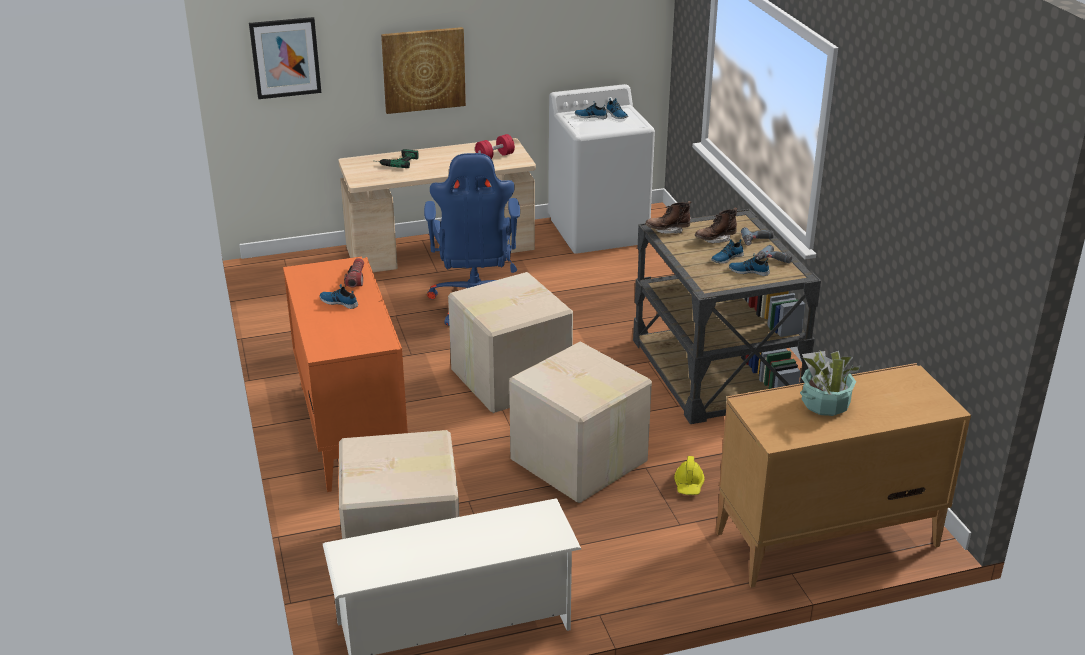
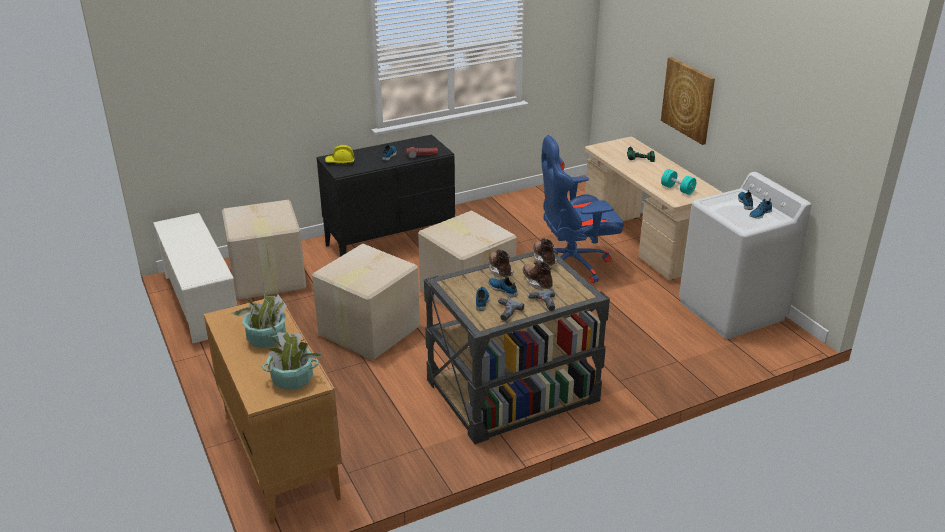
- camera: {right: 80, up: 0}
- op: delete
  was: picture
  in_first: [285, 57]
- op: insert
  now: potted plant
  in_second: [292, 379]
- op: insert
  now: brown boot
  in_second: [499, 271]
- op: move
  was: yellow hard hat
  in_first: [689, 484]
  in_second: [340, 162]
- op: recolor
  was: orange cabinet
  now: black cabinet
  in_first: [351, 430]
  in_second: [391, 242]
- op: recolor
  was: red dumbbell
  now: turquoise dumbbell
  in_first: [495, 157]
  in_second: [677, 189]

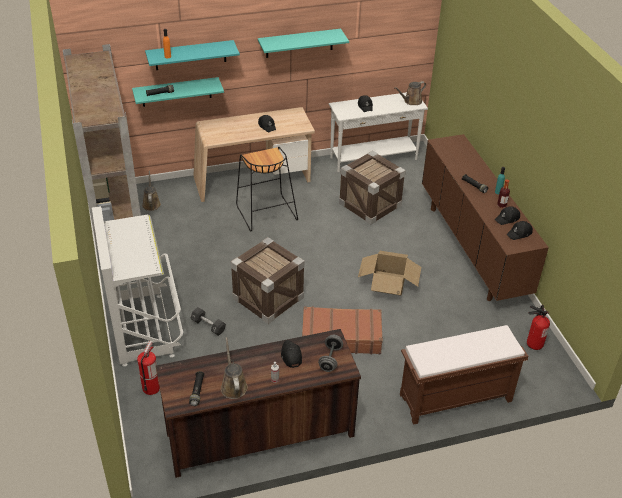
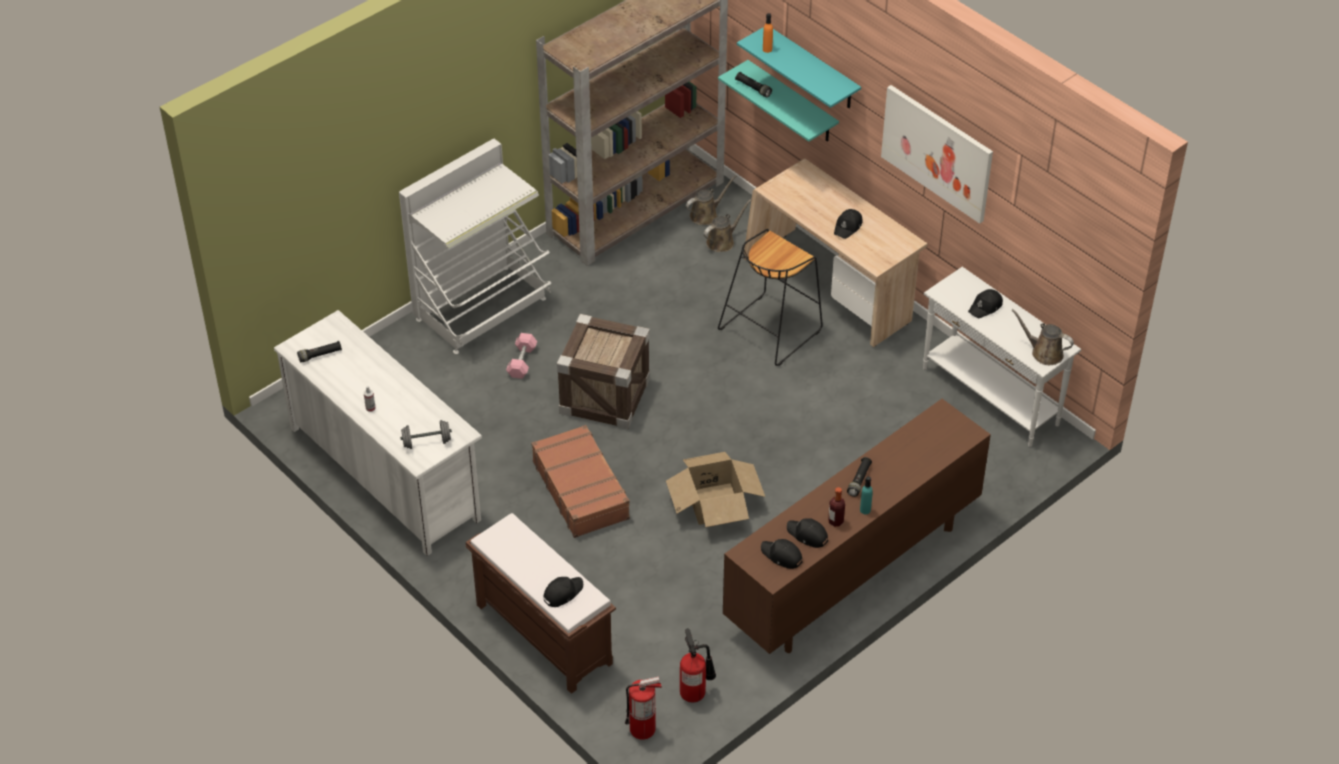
- camera: {right: 65, up: 5}
- op: delete
  was: crate
  in_first: [370, 205]
- op: move
  was: fire extinguisher
  in_first: [151, 387]
  in_second: [643, 729]
- op: move
  was: brown watering can
  in_first: [233, 385]
  in_second: [722, 241]
- op: move
  was: black cap
  in_first: [291, 355]
  in_second: [562, 593]
- op: replace
  was: turquoise shelf
  now: picture
  in_first: [299, 43]
  in_second: [937, 152]
- op: recolor
  was: brown dresser
  now: white dresser
  in_first: [259, 433]
  in_second: [385, 472]
- op: recolor
  was: black dumbbell
  now: pink dumbbell
  in_first: [208, 326]
  in_second: [522, 362]

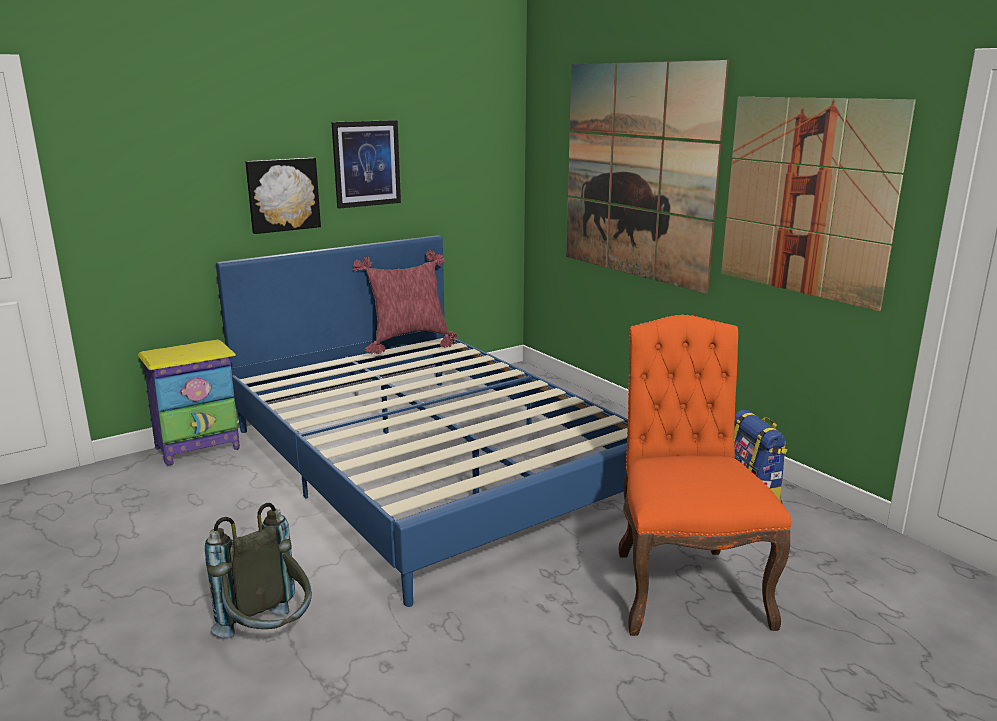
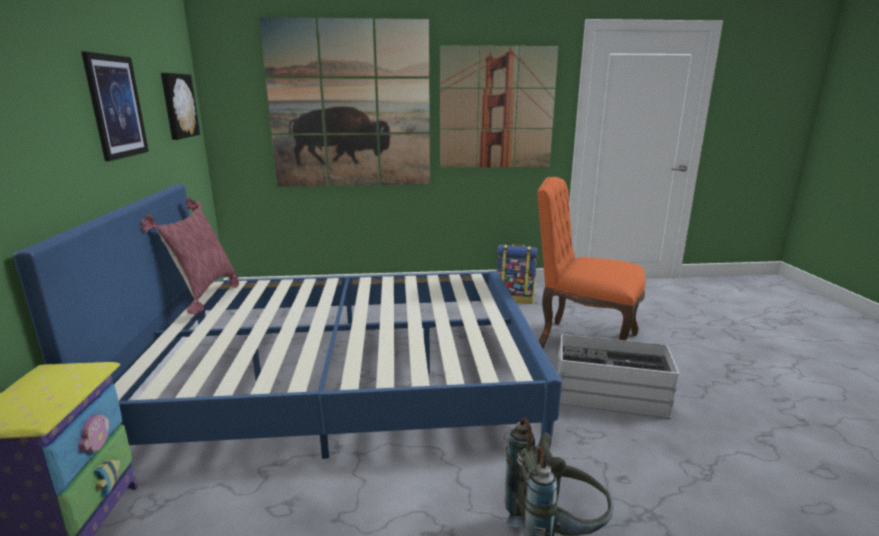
- camera: {right: -60, up: 0}
- op: insert
  now: grey storage box
  in_second: [610, 395]
- op: move
  was: picture
  in_first: [283, 194]
  in_second: [178, 106]

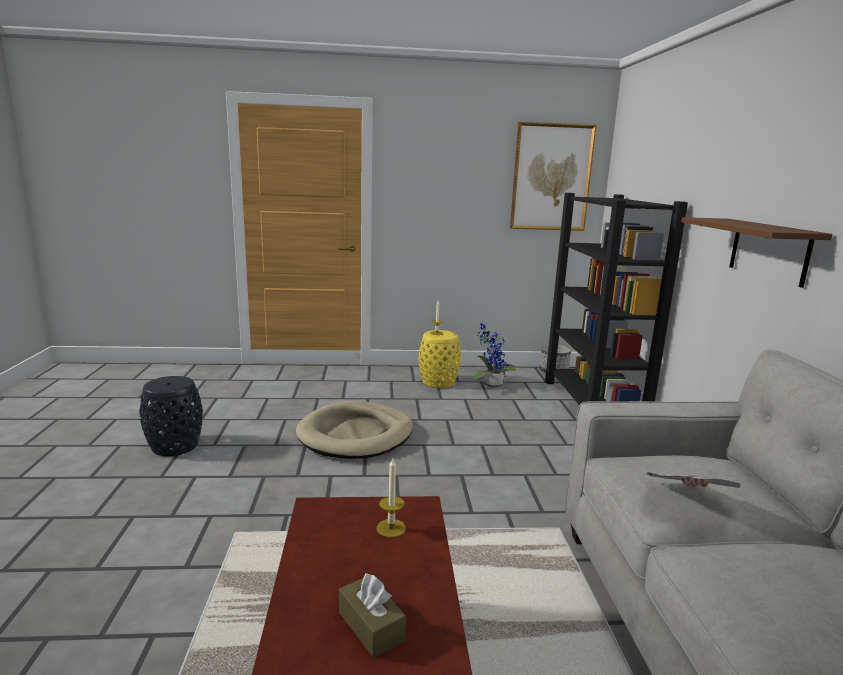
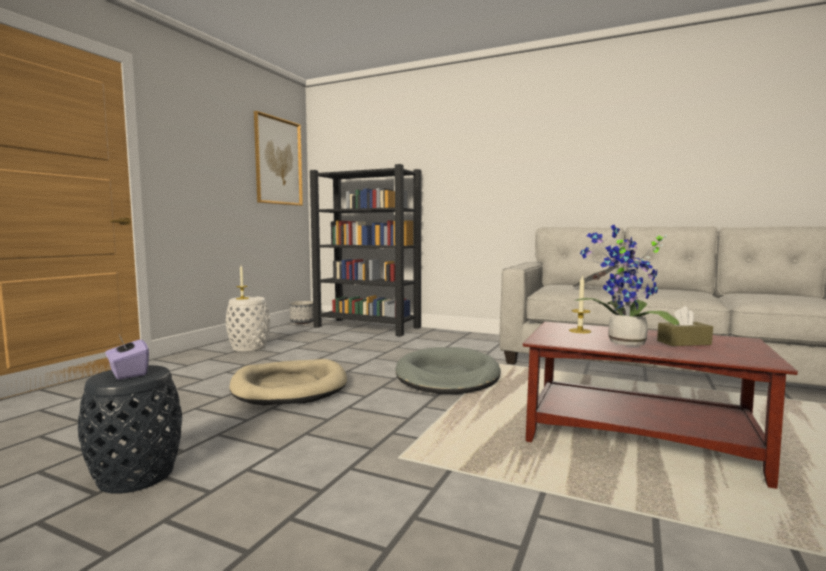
- camera: {right: -60, up: -10}
- op: delete
  was: brown shelf
  in_first: [769, 251]
- op: insert
  now: purple tissue box
  in_second: [128, 373]
- op: insert
  now: grey dog bed
  in_second: [447, 376]
- op: move
  was: potted plant
  in_first: [490, 385]
  in_second: [623, 343]
- op: recolor
  was: yellow stool
  now: white stool
  in_first: [438, 382]
  in_second: [249, 347]

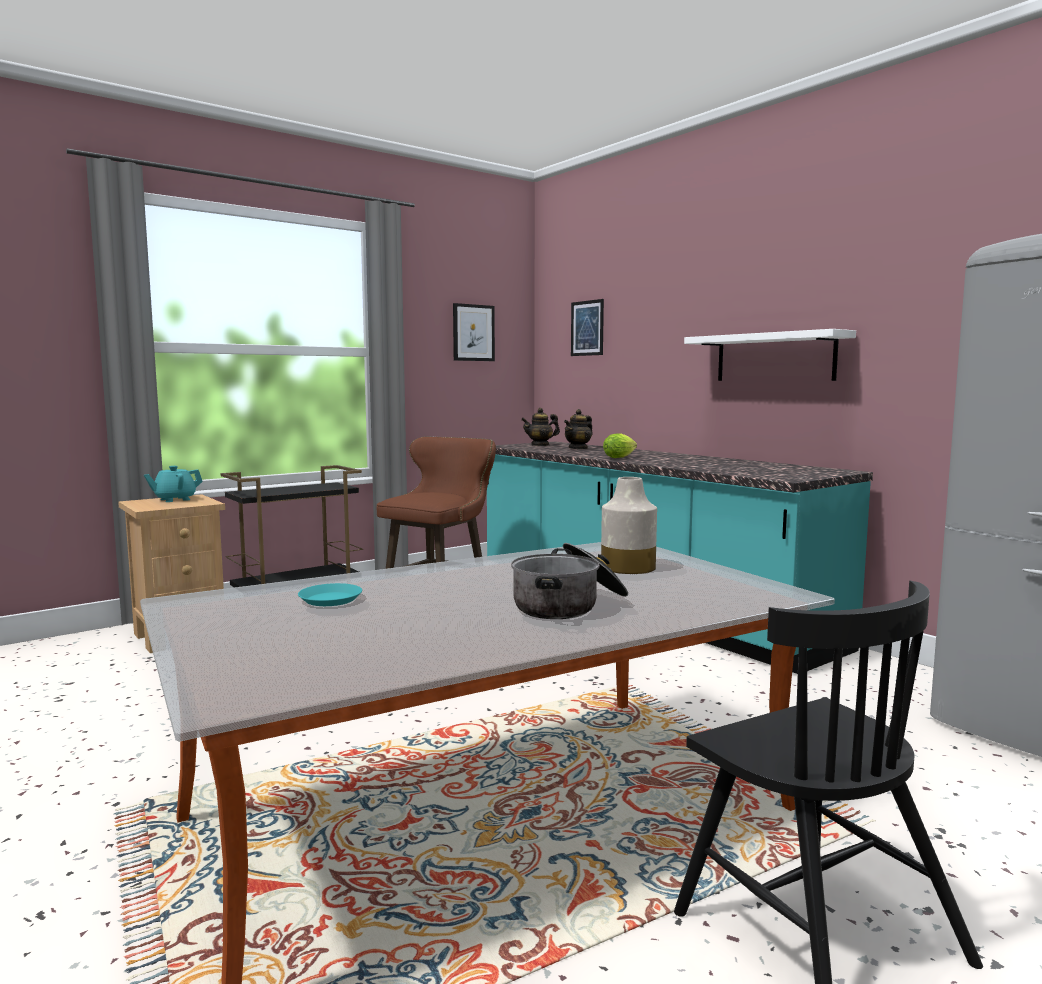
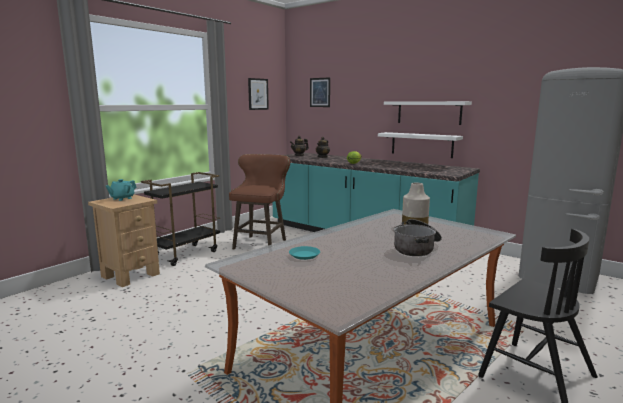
- camera: {right: -15, up: 5}
- op: insert
  now: white shelf
  in_second: [421, 144]

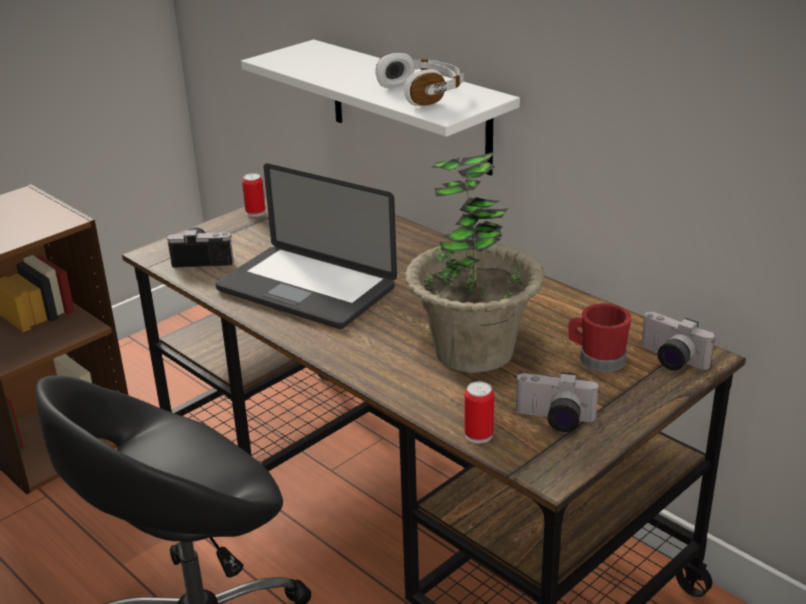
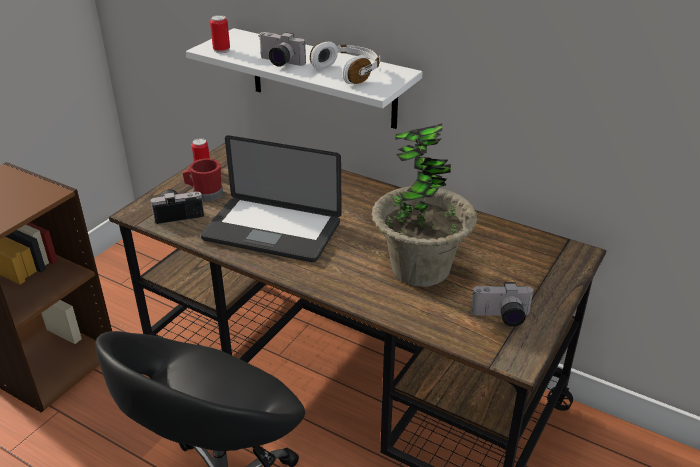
- camera: {right: -15, up: 5}
- op: move
  was: can
  in_first: [478, 435]
  in_second: [221, 50]
- op: move
  was: red mug
  in_first: [596, 359]
  in_second: [205, 194]
- op: move
  was: photo camera
  in_first: [669, 360]
  in_second: [279, 63]

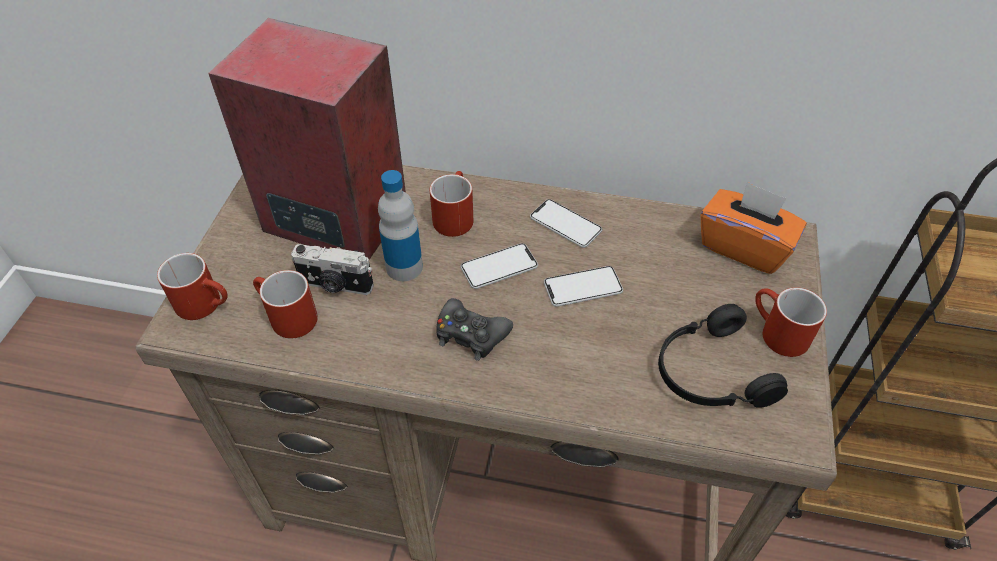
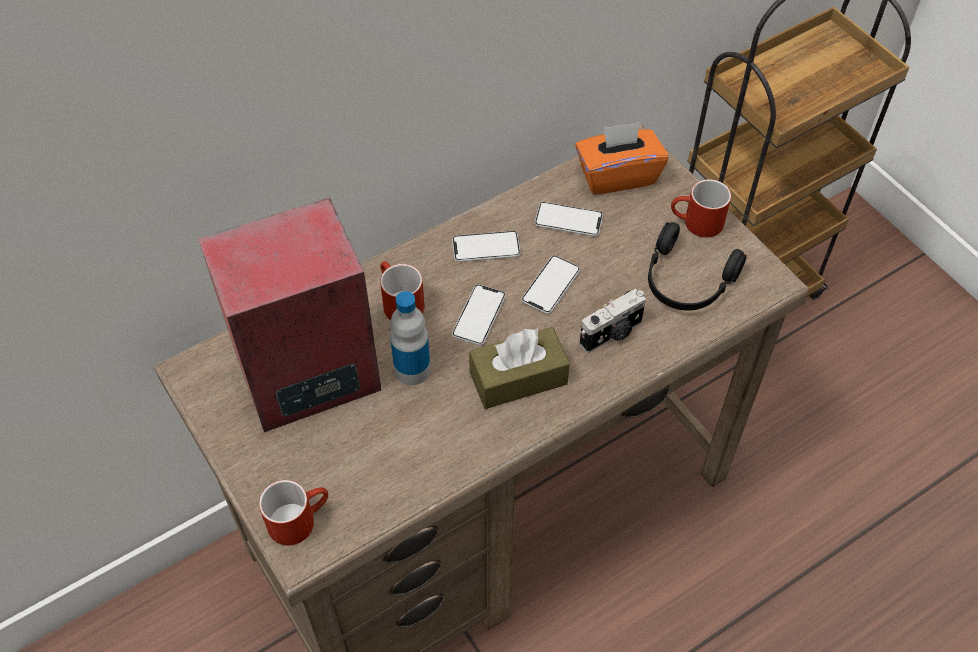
- camera: {right: -45, up: 5}
- op: delete
  was: red mug
  in_first: [286, 317]
- op: insert
  now: phone
  in_second: [568, 220]
- op: move
  was: photo camera
  in_first: [335, 285]
  in_second: [612, 334]
- op: replace
  was: black game controller
  now: brown tissue box
  in_first: [471, 334]
  in_second: [518, 378]

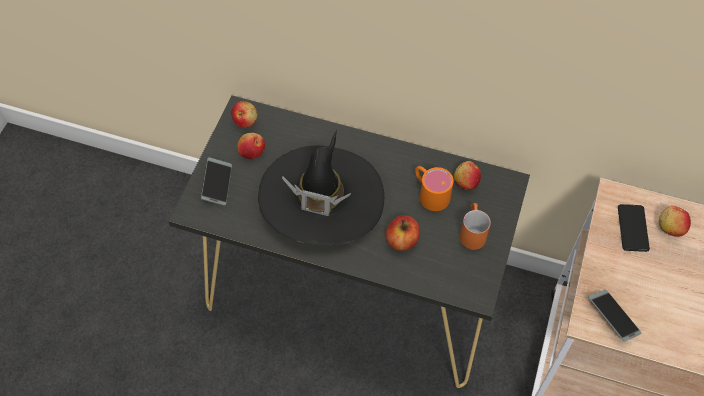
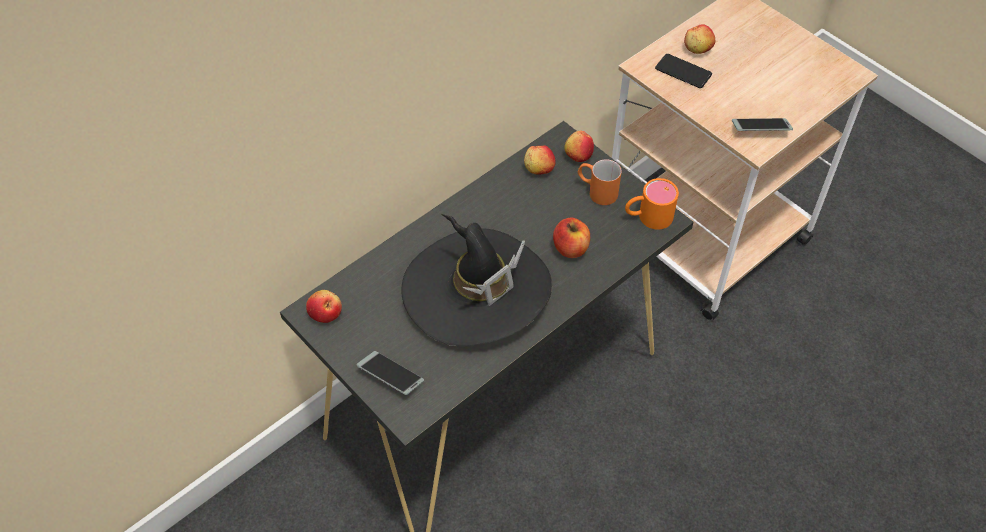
- camera: {right: -60, up: -5}
- op: move
  was: apple
  in_first: [251, 151]
  in_second: [578, 155]
- op: move
  was: orange mug
  in_first: [429, 193]
  in_second: [648, 217]

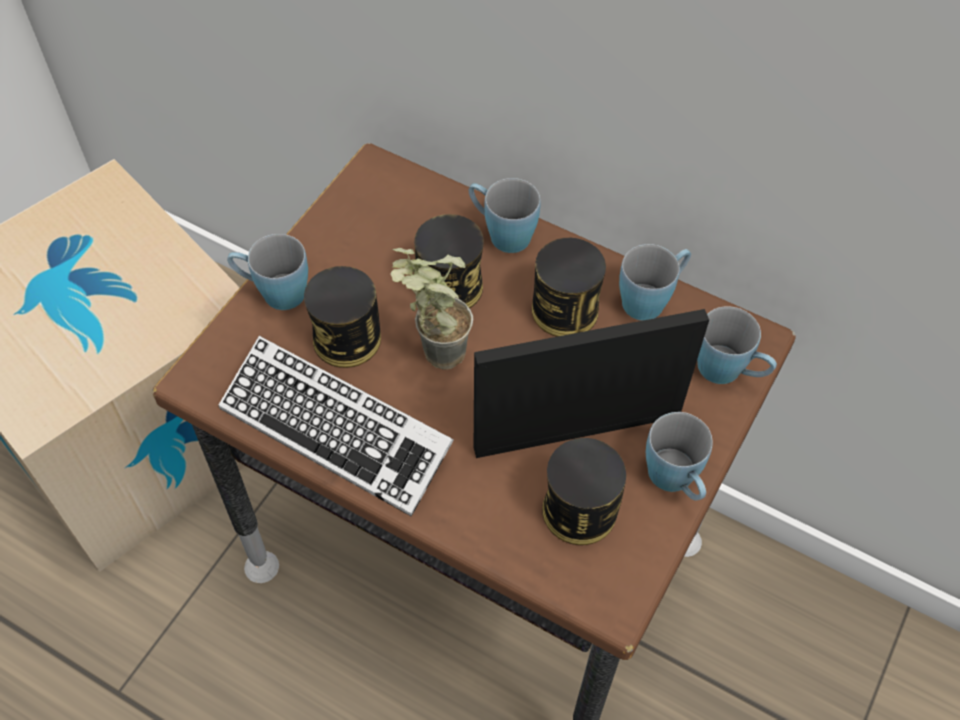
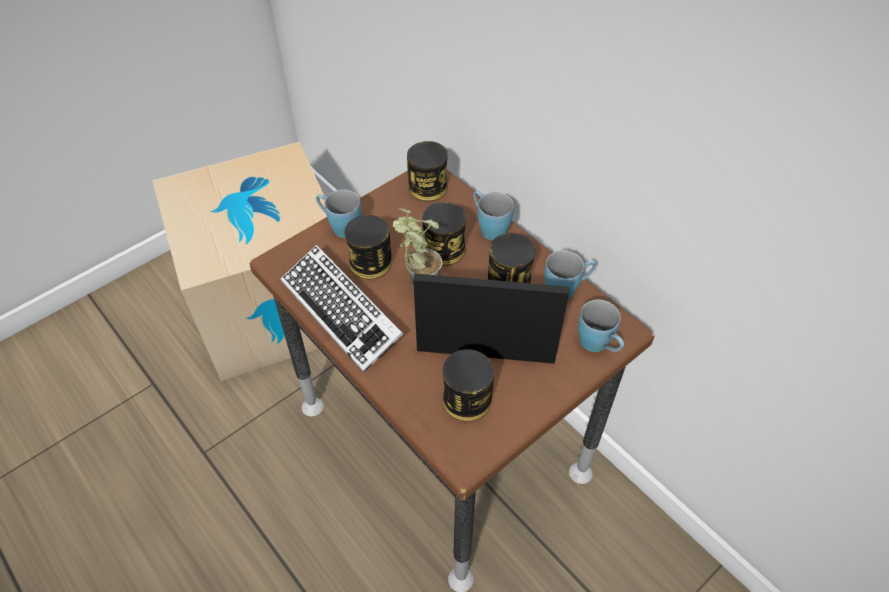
- camera: {right: 20, up: -5}
- op: delete
  was: blue mug
  in_first: [676, 482]
- op: insert
  now: can
  in_second: [428, 187]

